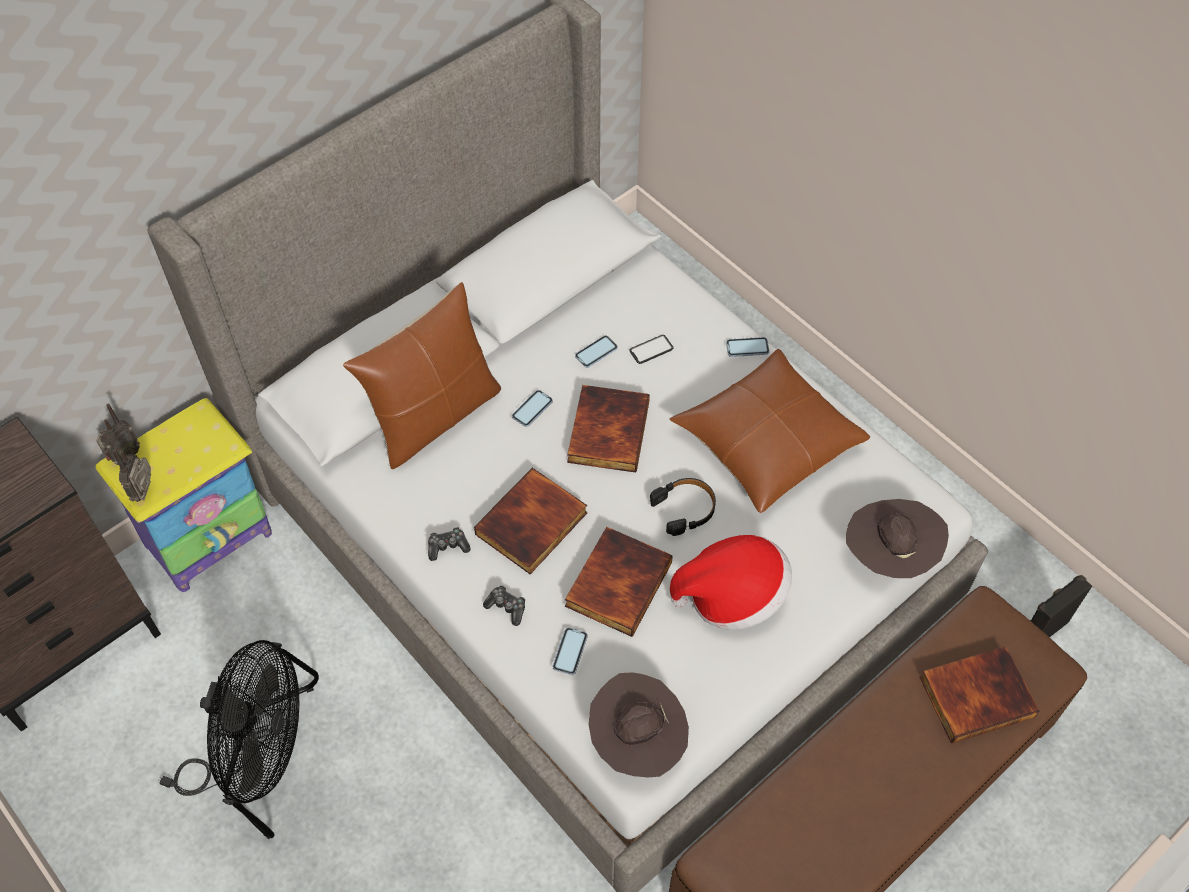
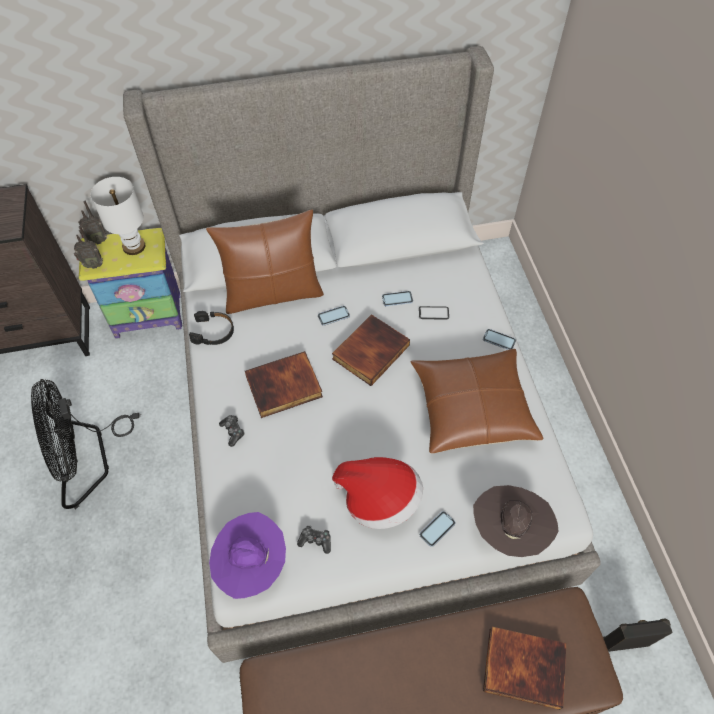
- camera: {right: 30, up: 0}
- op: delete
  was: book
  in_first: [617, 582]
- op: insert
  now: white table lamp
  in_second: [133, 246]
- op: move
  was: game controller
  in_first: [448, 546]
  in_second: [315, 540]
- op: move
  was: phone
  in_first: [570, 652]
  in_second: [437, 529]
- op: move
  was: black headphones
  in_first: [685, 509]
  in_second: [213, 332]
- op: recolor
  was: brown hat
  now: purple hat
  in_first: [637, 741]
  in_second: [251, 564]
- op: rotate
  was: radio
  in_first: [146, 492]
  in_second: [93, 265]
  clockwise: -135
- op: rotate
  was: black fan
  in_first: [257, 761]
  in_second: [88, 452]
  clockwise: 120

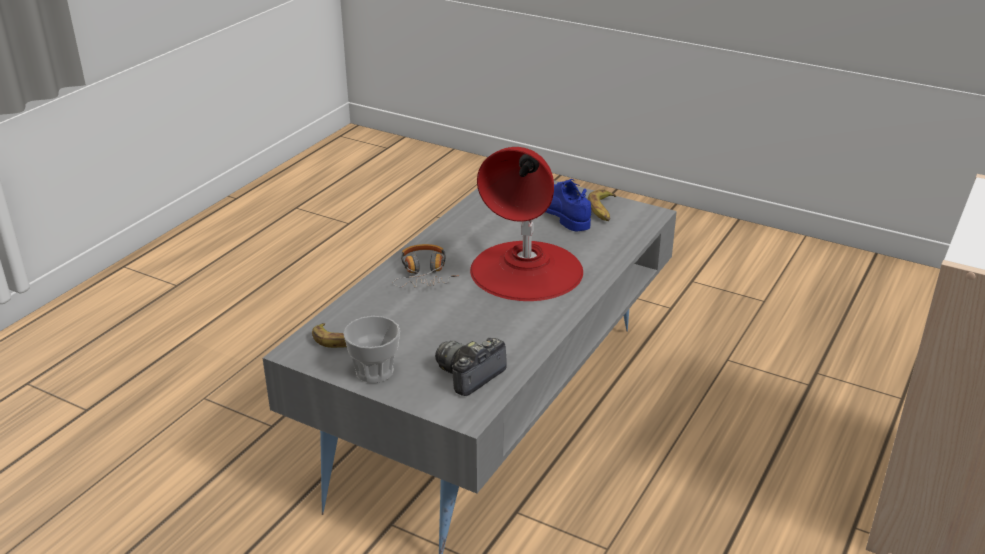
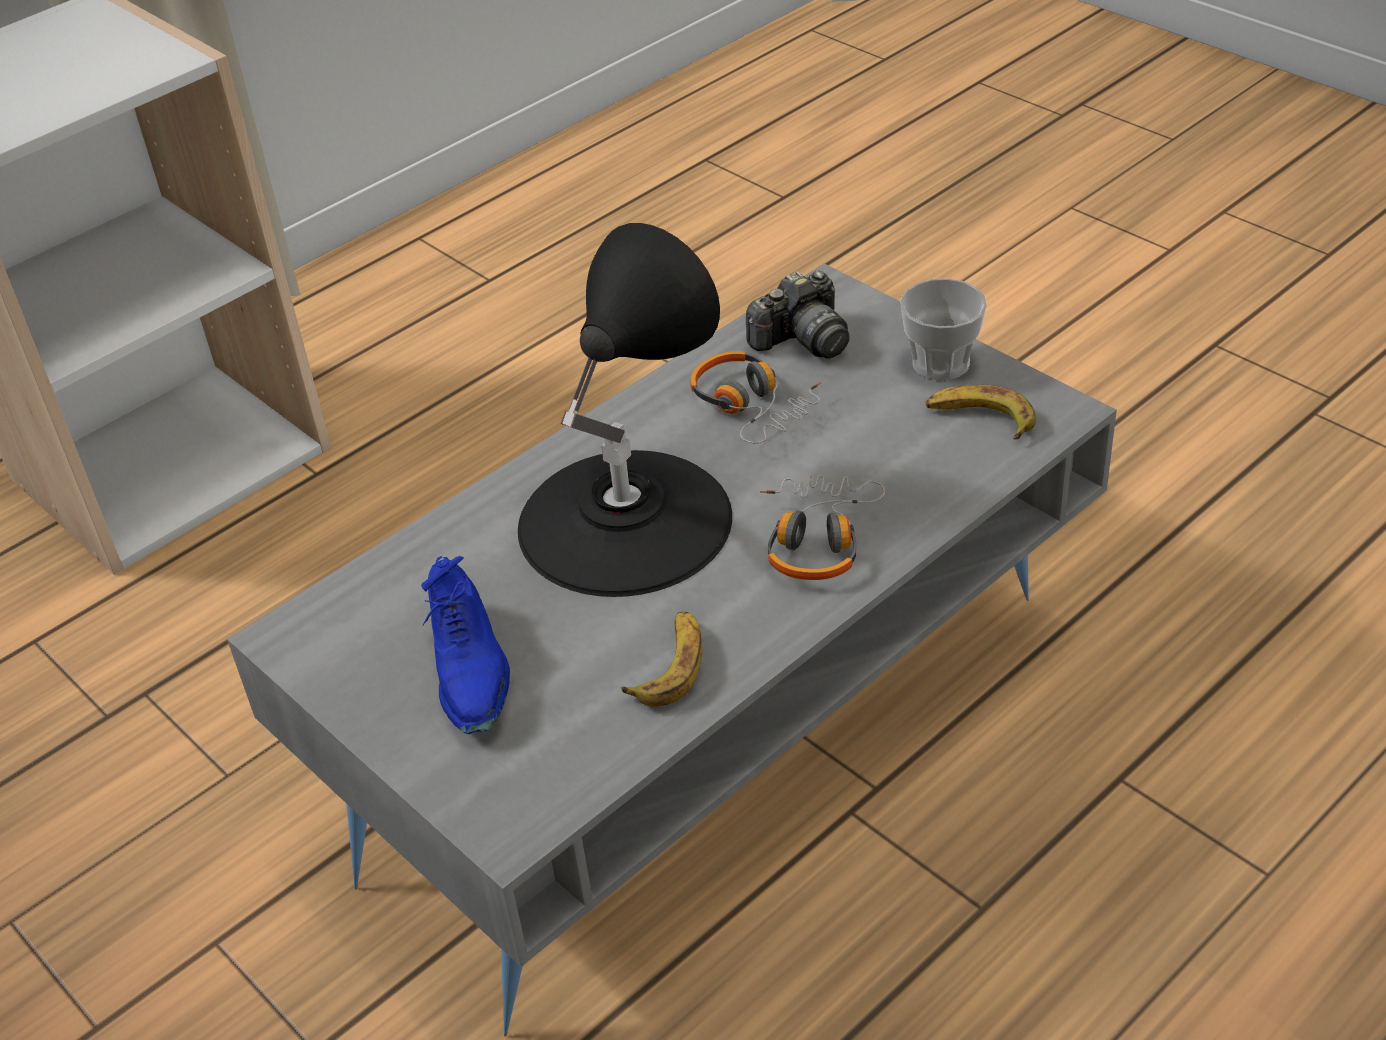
- camera: {right: -160, up: 10}
- op: insert
  now: headphones
  in_second: [752, 406]
- op: move
  was: banana
  in_first: [603, 210]
  in_second: [670, 666]
- op: recolor
  was: red table lamp
  now: black table lamp
  in_first: [527, 270]
  in_second: [624, 520]

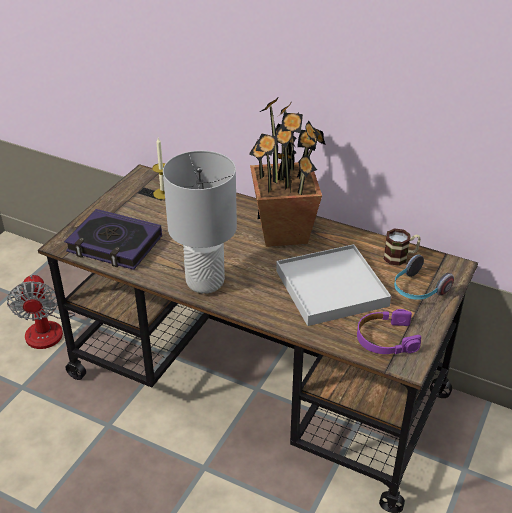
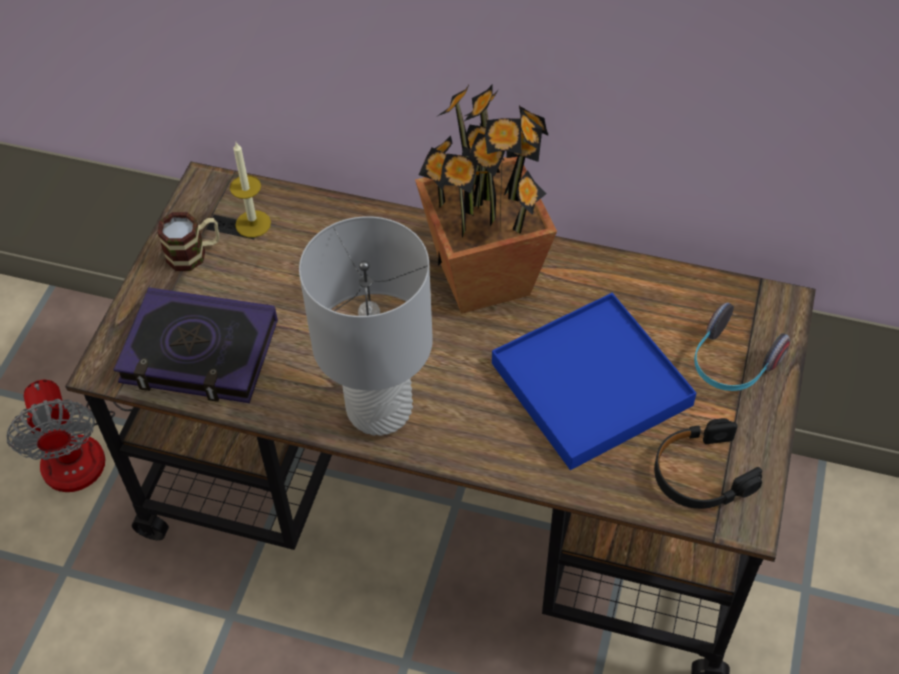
- camera: {right: -10, up: 15}
- op: move
  was: mug
  in_first: [400, 257]
  in_second: [194, 253]
- op: recolor
  was: white tray
  now: blue tray
  in_first: [331, 288]
  in_second: [591, 384]
- op: recolor
  was: purple headphones
  now: black headphones
  in_first: [385, 339]
  in_second: [701, 473]

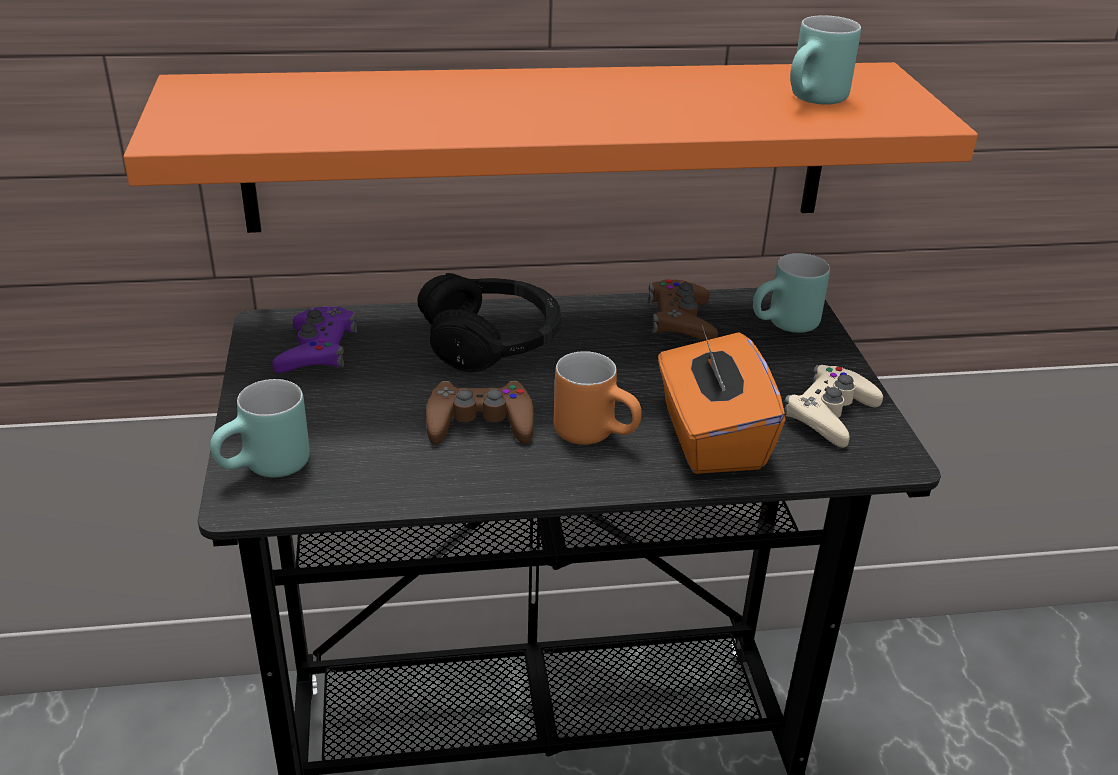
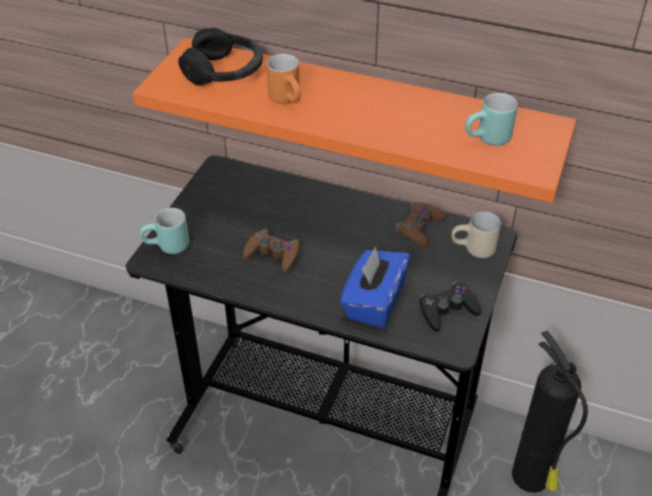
- camera: {right: 30, up: 10}
- op: delete
  was: purple game controller
  in_first: [317, 350]
- op: insert
  now: fire extinguisher
  in_second: [532, 478]
- op: move
  was: black headphones
  in_first: [492, 341]
  in_second: [224, 71]
- op: move
  was: orange mug
  in_first: [597, 433]
  in_second: [289, 100]
- op: recolor
  was: orange tissue box
  now: blue tissue box
  in_first: [710, 438]
  in_second: [373, 302]
- op: recolor
  was: turquoise mug
  now: beige mug
  in_first: [786, 327]
  in_second: [473, 251]
- op: recolor
  was: beige game controller
  now: black game controller
  in_first: [830, 414]
  in_second: [447, 311]

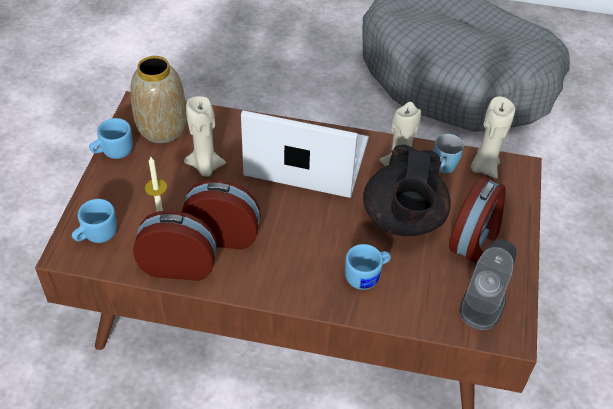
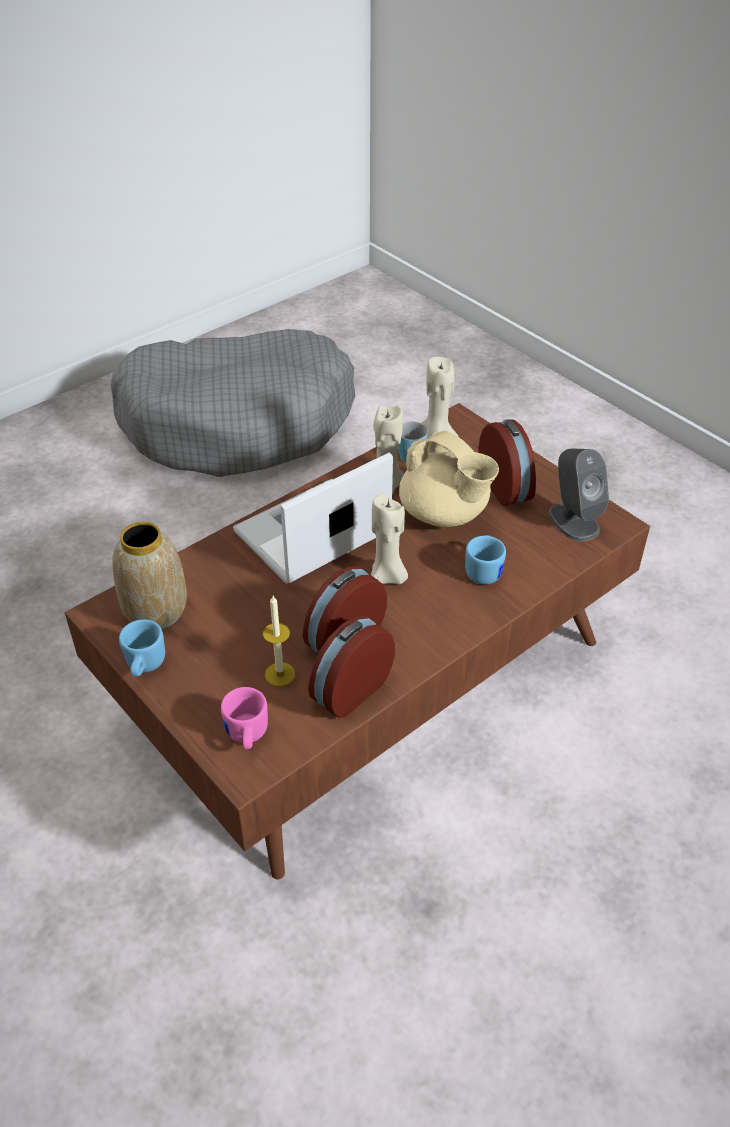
- camera: {right: -50, up: -5}
- op: move
  was: beige candle
  in_first: [205, 167]
  in_second: [388, 577]
- op: recolor
  was: blue mug
  now: pink mug
  in_first: [95, 235]
  in_second: [246, 736]
- op: recolor
  was: black teapot
  now: beige teapot
  in_first: [403, 219]
  in_second: [444, 514]

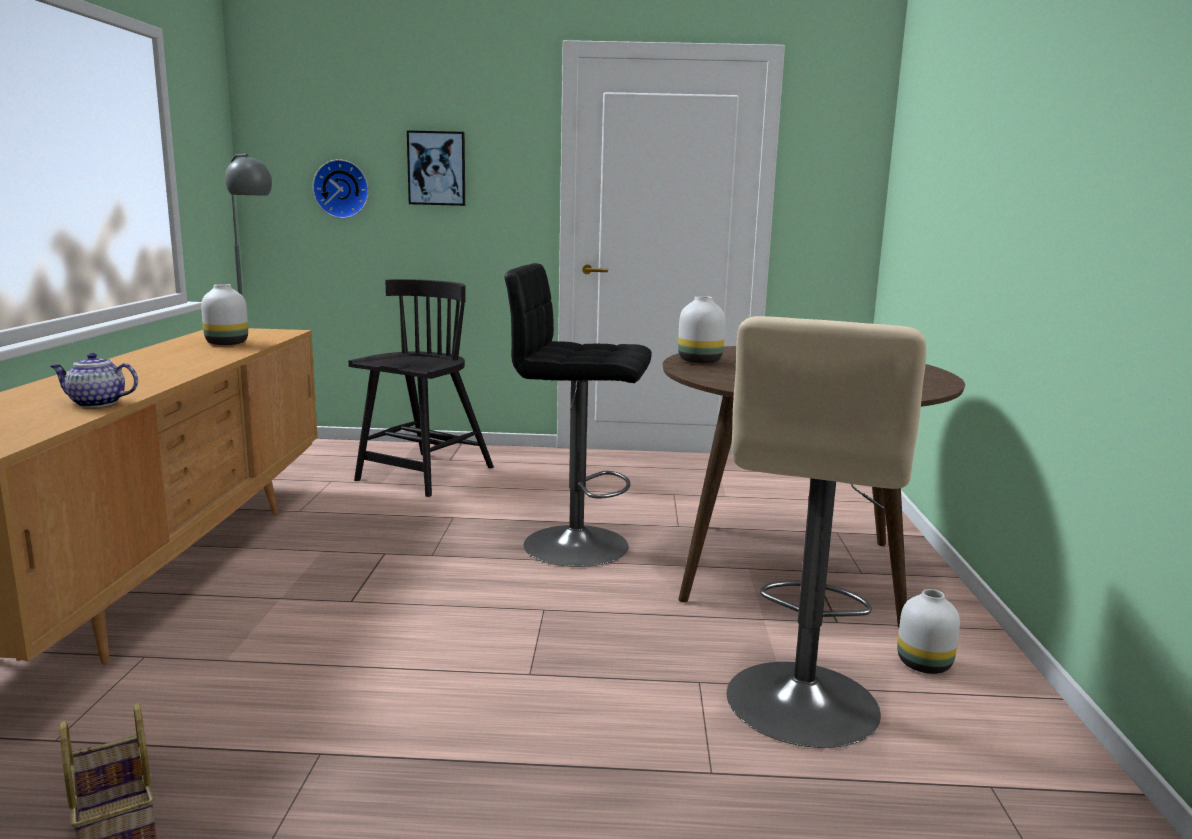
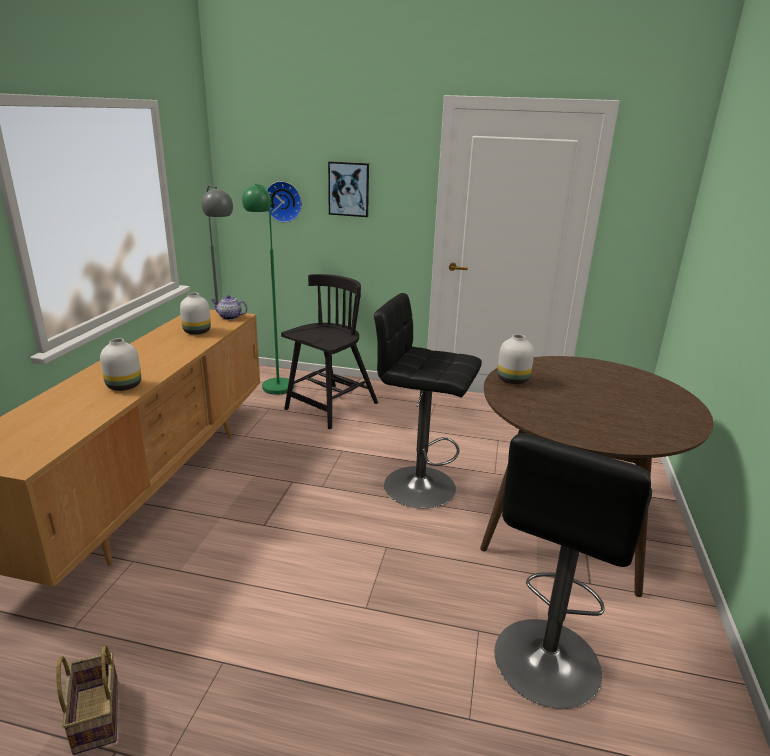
- camera: {right: 10, up: 10}
- op: insert
  now: green floor lamp
  in_second: [273, 384]
- op: move
  was: teapot
  in_first: [96, 403]
  in_second: [229, 317]
- op: move
  was: white vase
  in_first: [925, 664]
  in_second: [125, 386]
- op: recolor
  was: beige stool
  now: black stool
  in_first: [800, 703]
  in_second: [545, 661]

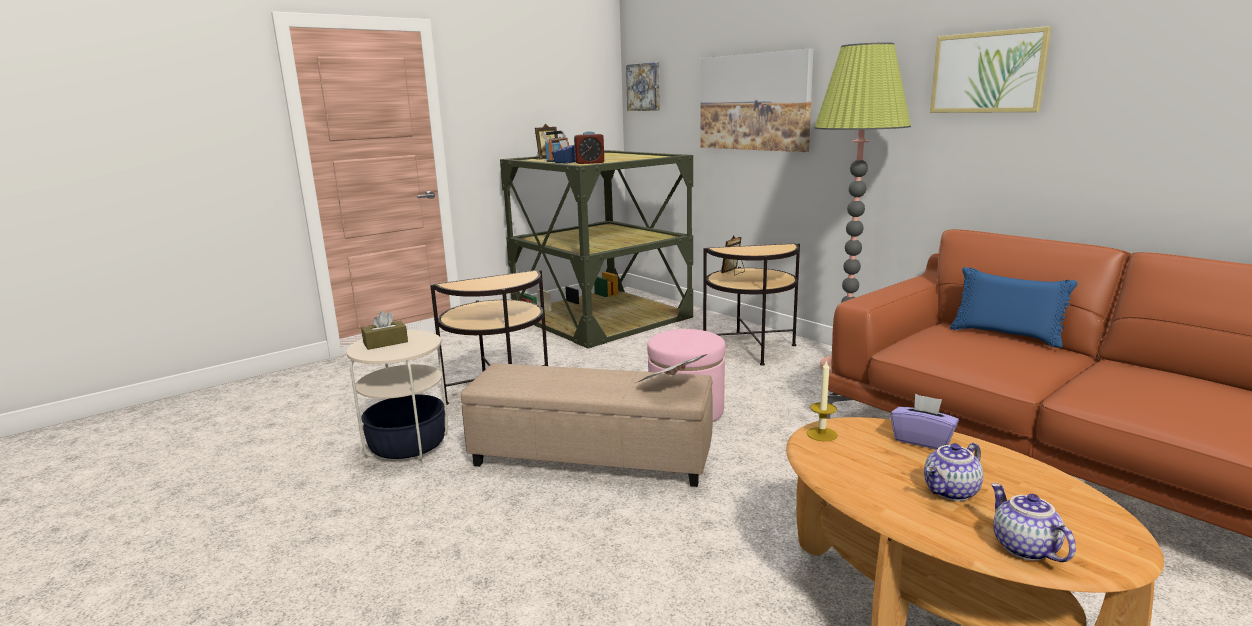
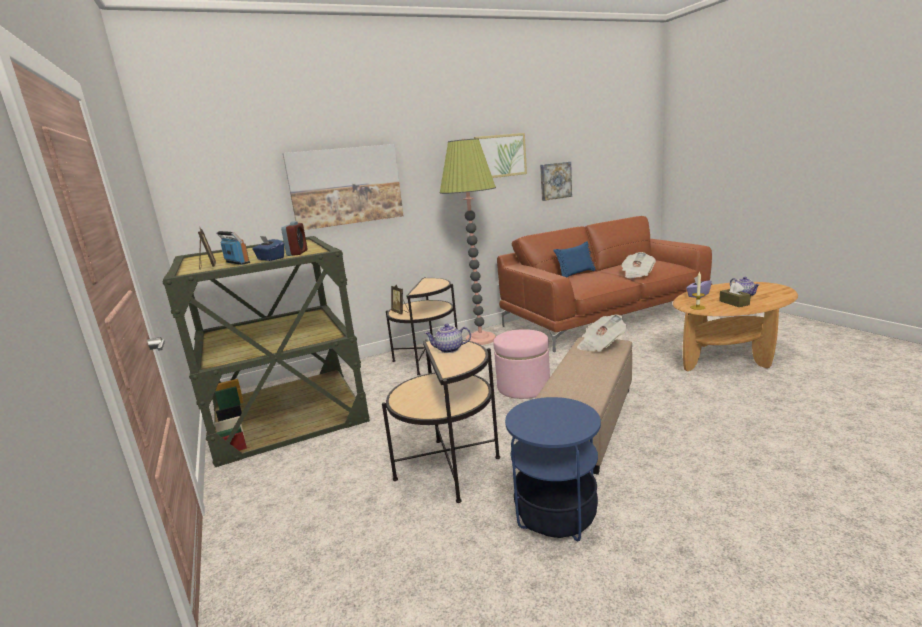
- camera: {right: -75, up: 0}
- op: insert
  now: newspaper
  in_second: [637, 274]
- op: move
  was: brown tissue box
  in_first: [385, 343]
  in_second: [734, 303]
- op: move
  was: picture
  in_first: [644, 87]
  in_second: [555, 181]
- op: move
  was: teapot
  in_first: [1022, 548]
  in_second: [449, 350]
- op: recolor
  was: beige side table
  now: blue side table
  in_first: [408, 447]
  in_second: [556, 517]

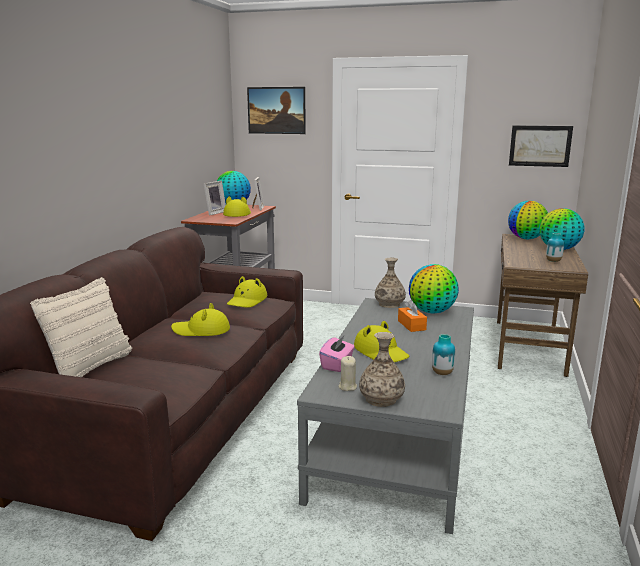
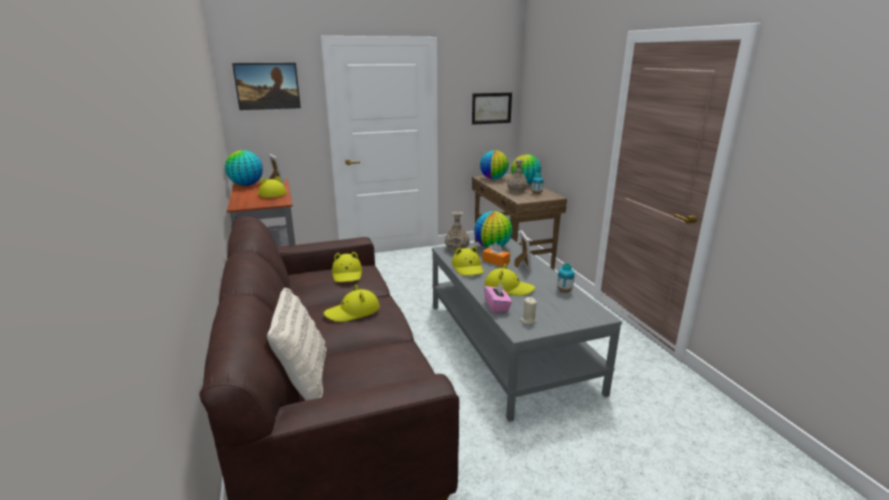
- camera: {right: -35, up: 5}
- op: insert
  now: yellow hat
  in_second: [468, 268]
- op: move
  was: picture frame
  in_first: [214, 213]
  in_second: [521, 267]
- op: move
  was: vase
  in_first: [381, 399]
  in_second: [517, 191]

